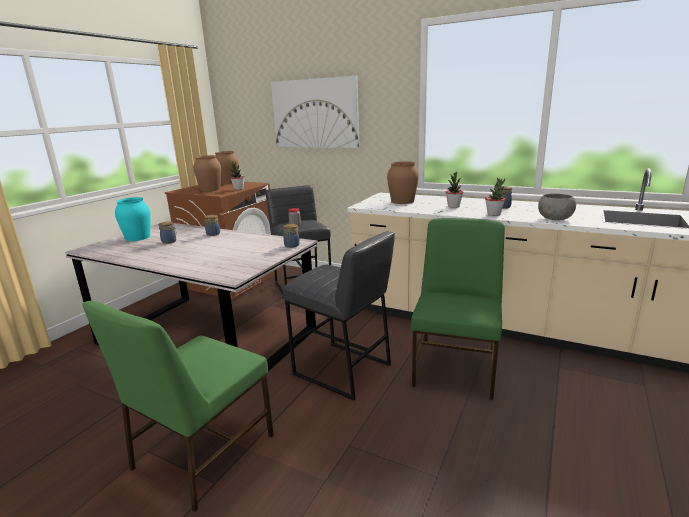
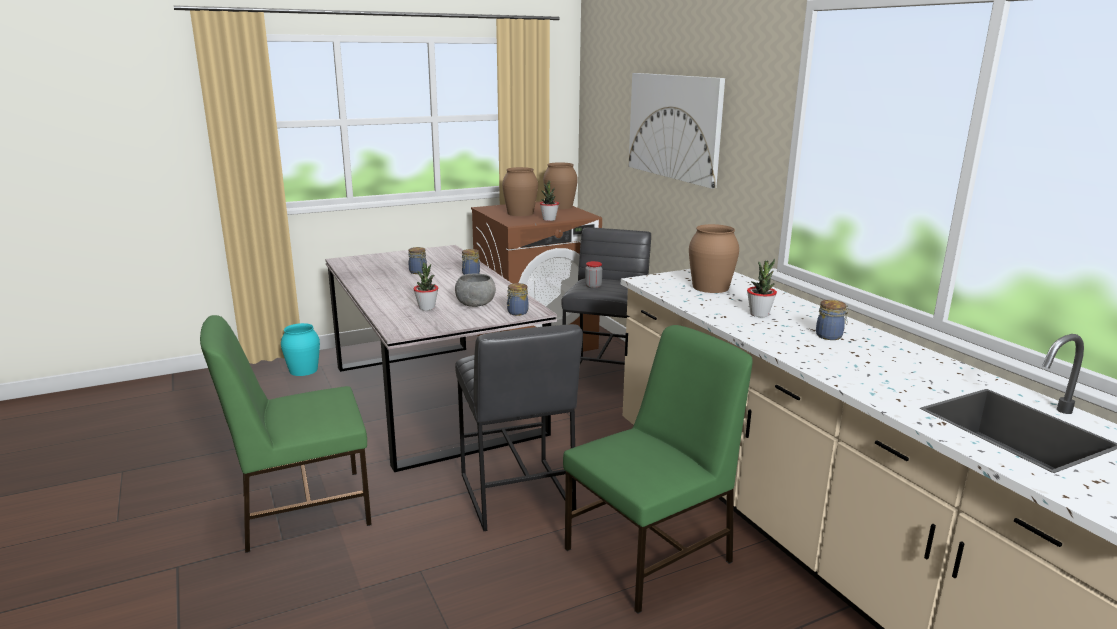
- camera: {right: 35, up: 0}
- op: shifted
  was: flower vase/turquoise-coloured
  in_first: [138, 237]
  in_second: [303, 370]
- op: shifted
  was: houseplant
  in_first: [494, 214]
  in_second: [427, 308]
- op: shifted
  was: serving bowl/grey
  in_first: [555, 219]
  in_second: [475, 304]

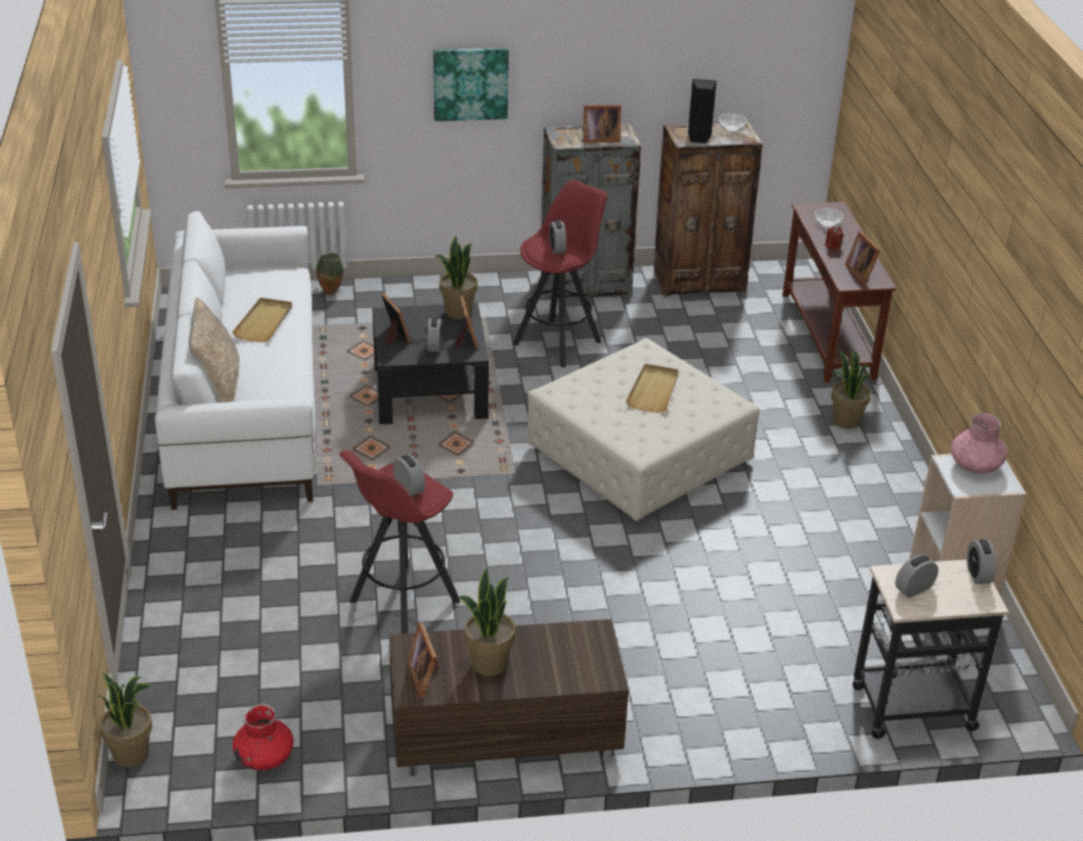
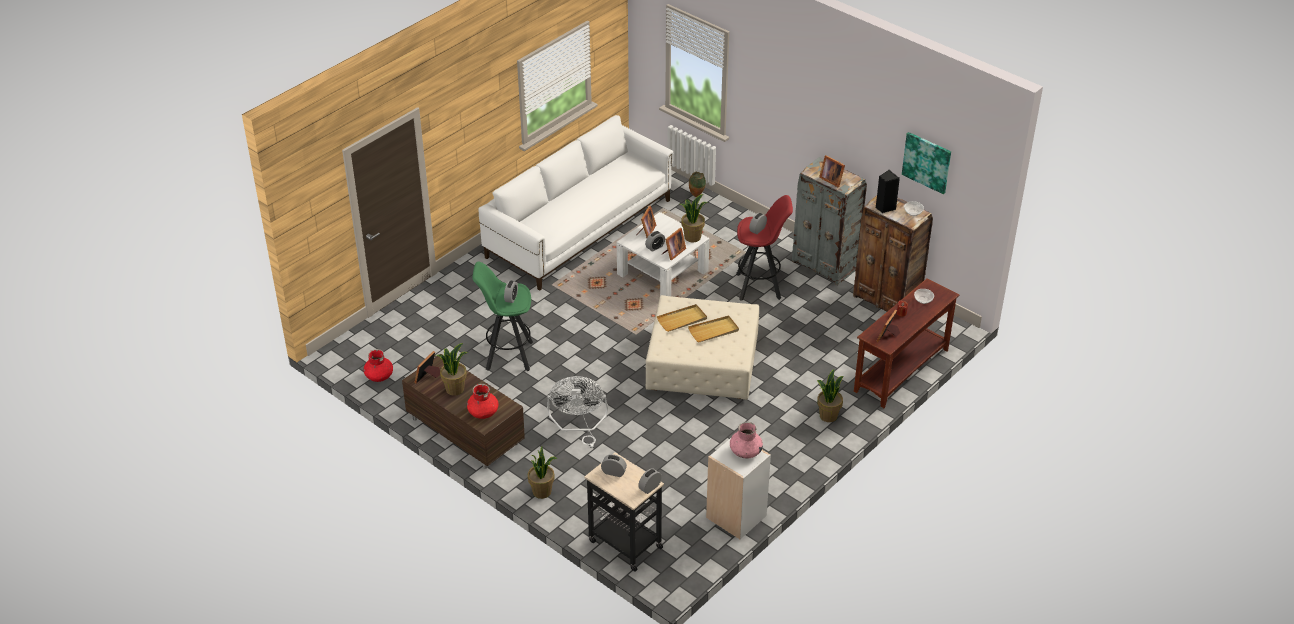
- camera: {right: 50, up: 5}
- op: gone
  was: cushion/sand-coloured
  in_first: [218, 389]
- op: new
  now: flower vase/reddish
  in_second: [483, 412]
- op: new
  now: cooling fan/white-coloured
  in_second: [579, 425]
- op: shifted
  was: houseplant
  in_first: [132, 754]
  in_second: [542, 492]
- op: shifted
  was: tray/sand-coloured
  in_first: [264, 322]
  in_second: [682, 320]
- op: shifted
  was: wall art
  in_first: [470, 83]
  in_second: [927, 162]
- op: repainted
  was: stool seat/reddish
  now: stool seat/green-coloured
  in_first: [401, 602]
  in_second: [507, 355]
- op: repainted
  was: low table/black-coloured
  now: low table/white-coloured
  in_first: [430, 391]
  in_second: [662, 272]

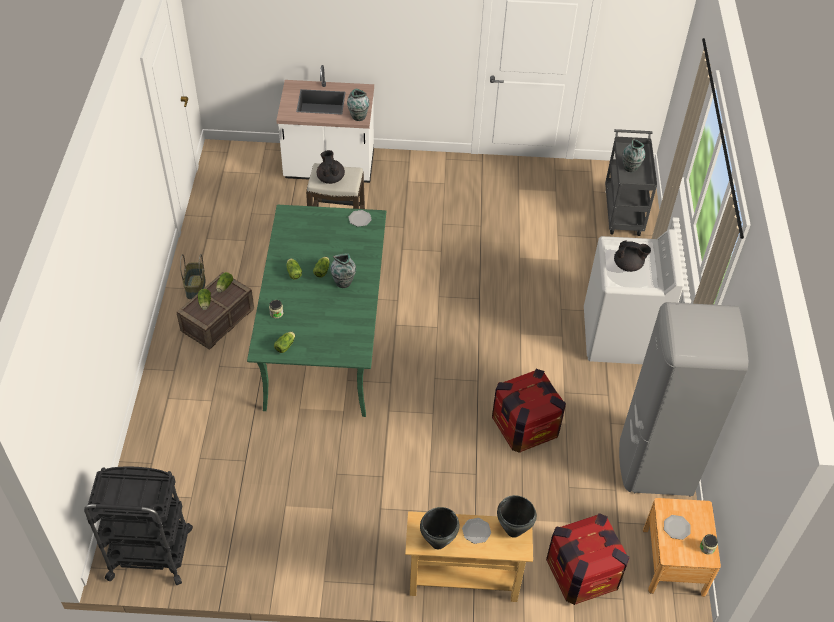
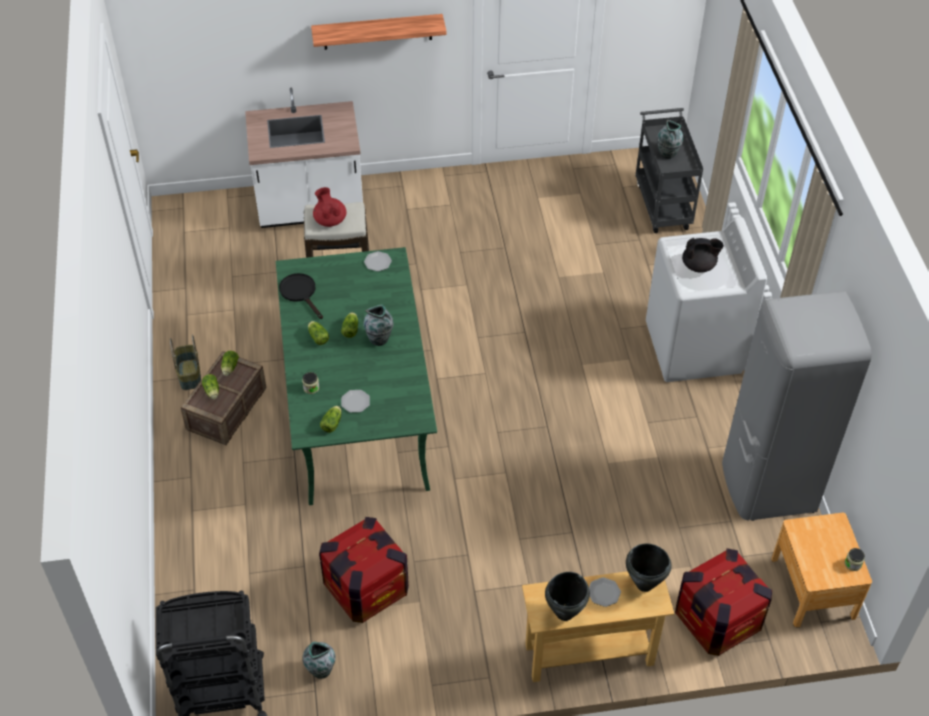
- camera: {right: -10, up: 0}
- op: new
  now: frying pan/black-coloured
  in_second: [300, 293]
- op: new
  now: bracket shelf
  in_second: [377, 31]
- op: shifted
  was: flower vase
  in_first: [358, 116]
  in_second: [320, 670]
- op: shifted
  was: packing crate
  in_first: [525, 427]
  in_second: [366, 588]
- op: shifted
  was: flat dish
  in_first: [676, 527]
  in_second: [355, 402]
- op: repainted
  was: pot for tea/black-coloured
  now: pot for tea/reddish
  in_first: [330, 178]
  in_second: [330, 220]

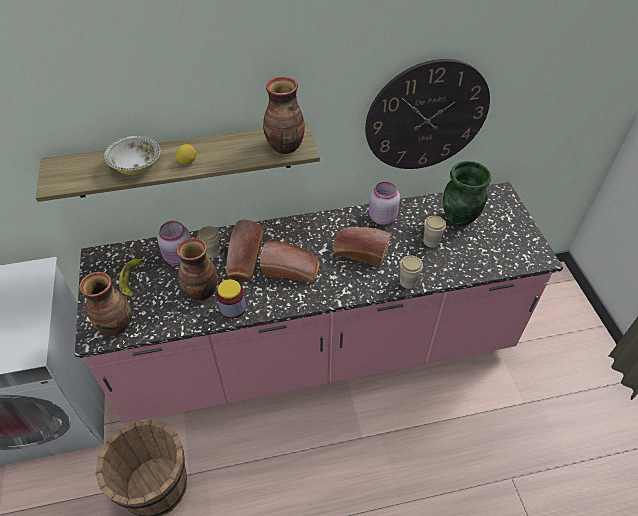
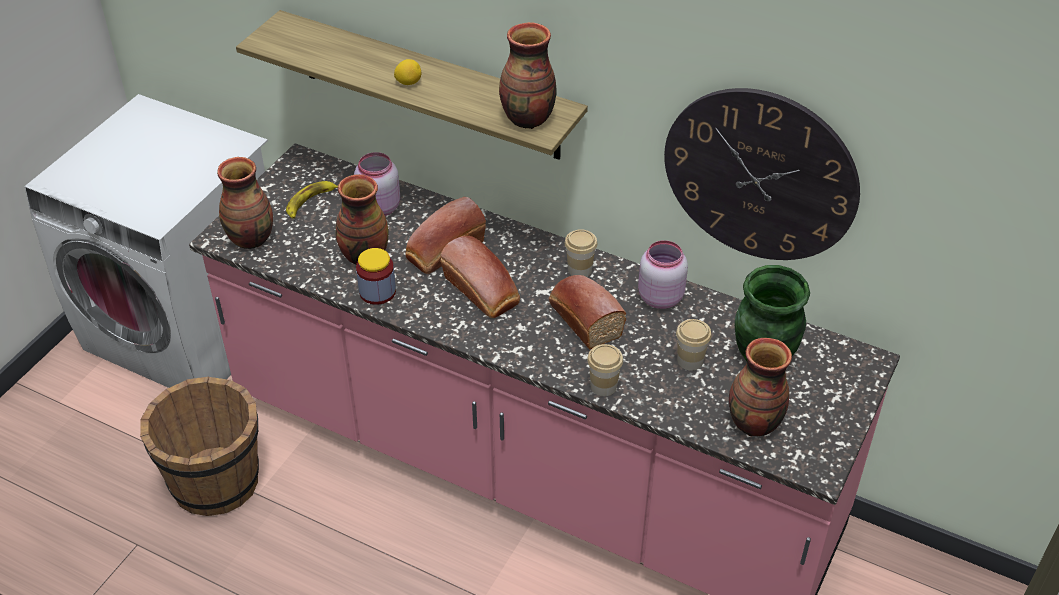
- camera: {right: 40, up: -5}
- op: gone
  was: serving bowl
  in_first: [136, 166]
- op: new
  now: flower vase
  in_second: [753, 423]
- op: shifted
  was: drinking cup
  in_first: [212, 252]
  in_second: [580, 269]

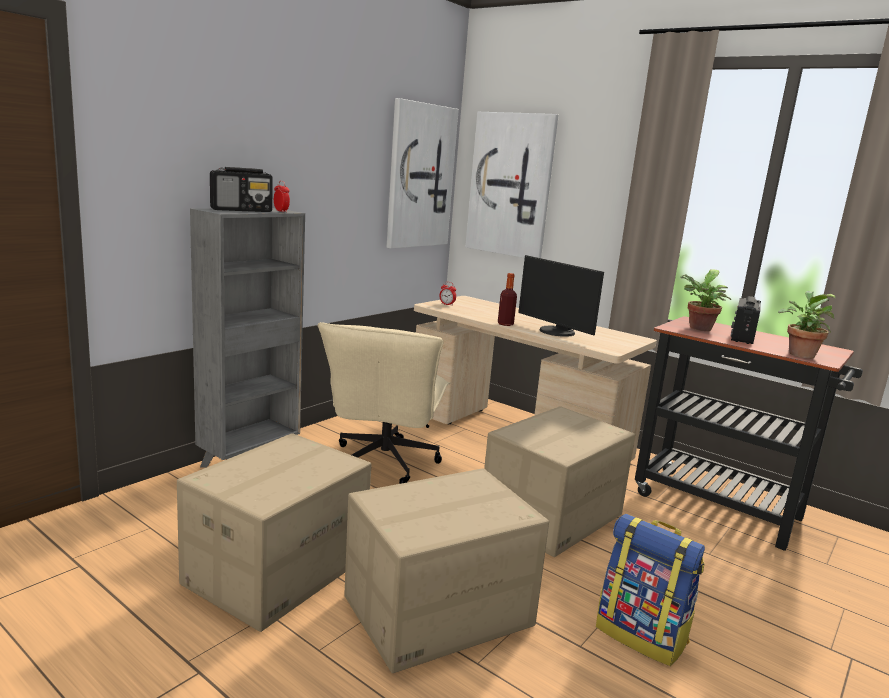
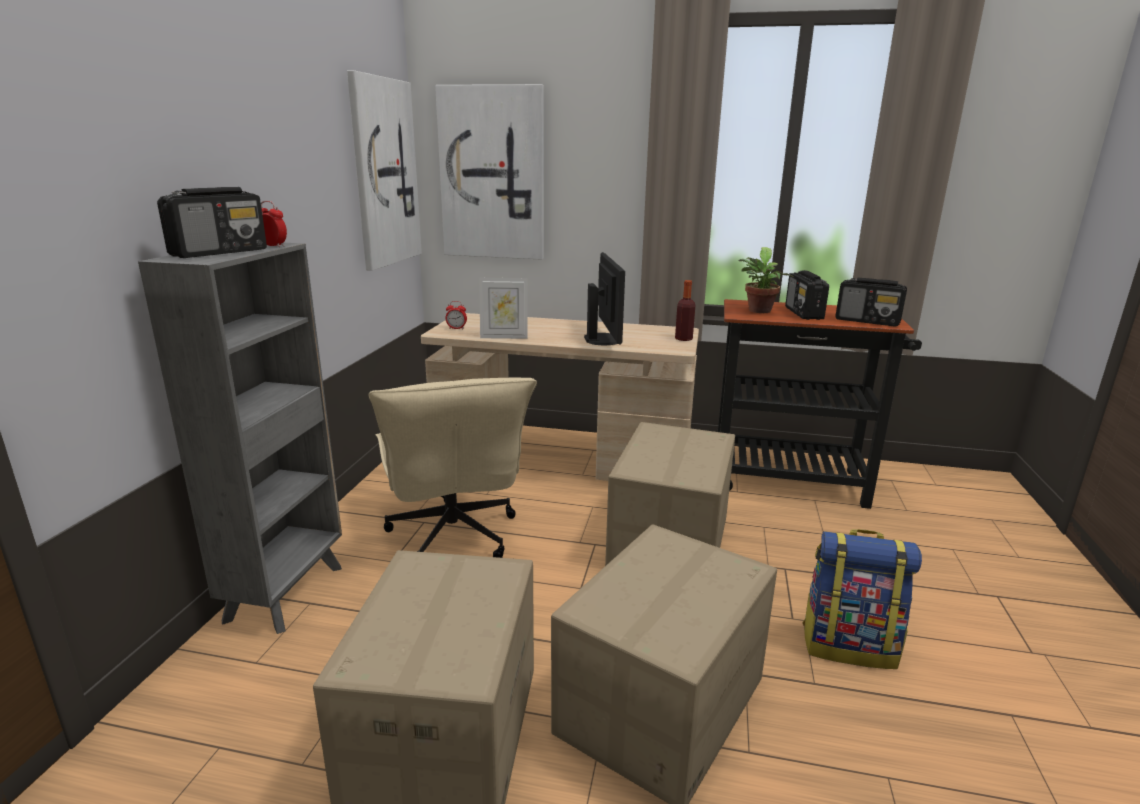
- camera: {right: -25, up: 5}
- op: new
  now: picture frame
  in_second: [504, 337]
- op: shifted
  was: bottle
  in_first: [505, 324]
  in_second: [683, 339]
- op: swapped
  was: houseplant
  now: radio receiver
  in_first: [799, 354]
  in_second: [867, 321]
- op: rotated
  was: monitor
  in_first: [555, 332]
  in_second: [605, 340]
  clockwise: -120

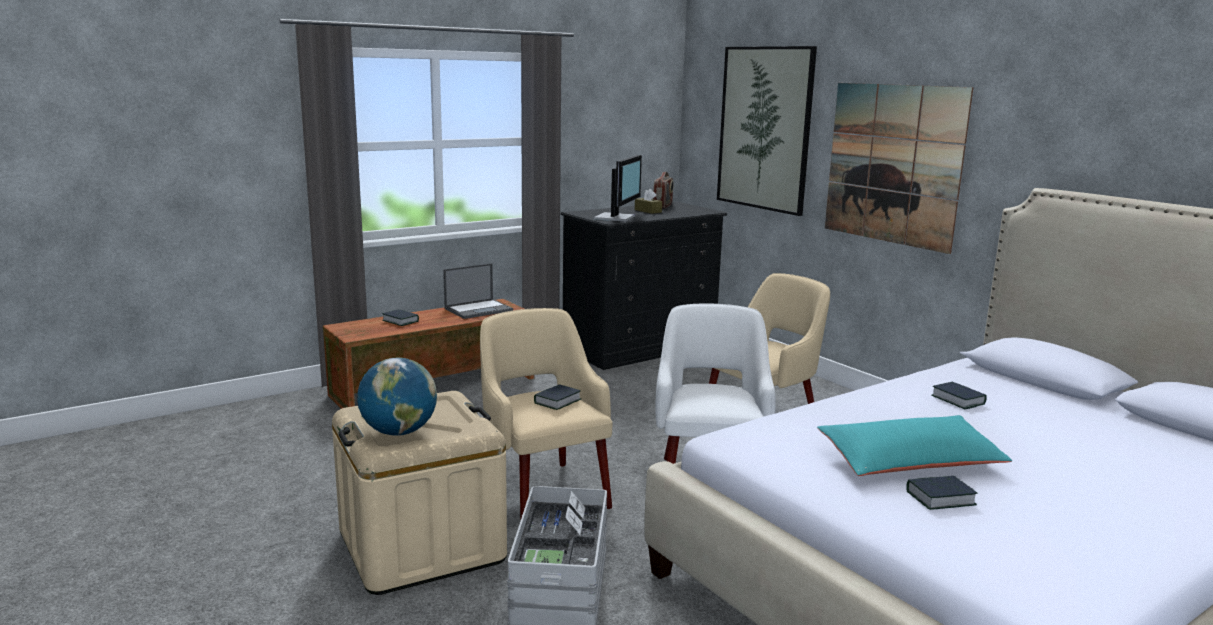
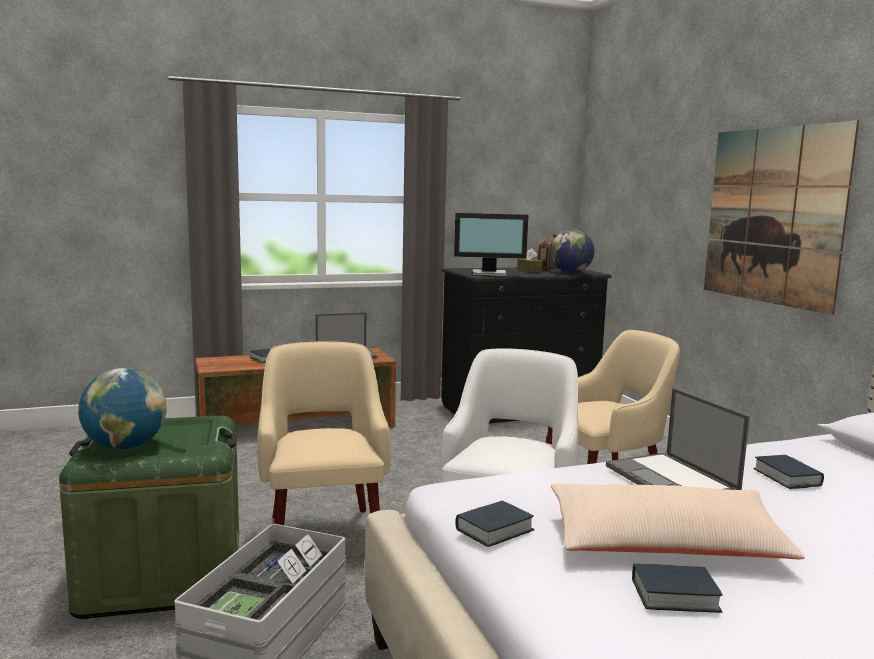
- camera: {right: 15, up: -5}
- op: gone
  was: wall art
  in_first: [764, 128]
- op: new
  now: desk globe
  in_second: [571, 273]
- op: new
  now: portable computer
  in_second: [672, 480]
- op: shifted
  was: volume
  in_first: [557, 401]
  in_second: [494, 530]
- op: repainted
  was: storage container/sand-coloured
  now: storage container/green-coloured
  in_first: [421, 546]
  in_second: [163, 574]
- op: repainted
  was: cushion/turquoise-coloured
  now: cushion/sand-coloured
  in_first: [910, 462]
  in_second: [665, 544]
- op: rotated
  was: monitor
  in_first: [616, 218]
  in_second: [489, 274]
  clockwise: 60

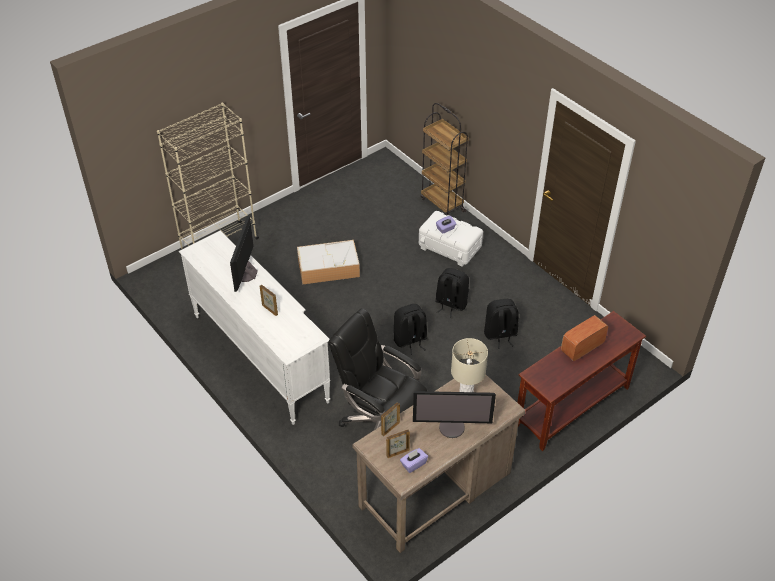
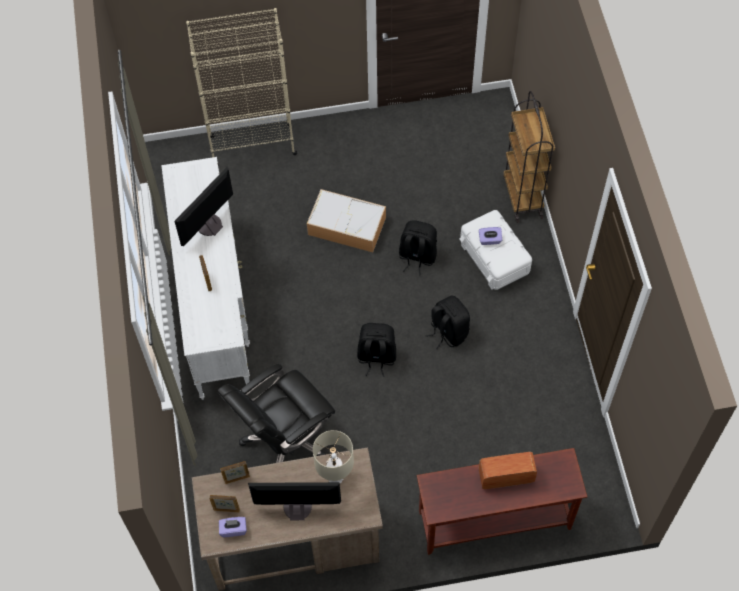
- camera: {right: 30, up: 15}
- op: shifted
  was: backpack/black-coloured
  in_first: [500, 335]
  in_second: [417, 256]
- op: rotated
  was: desk chair/black-coloured
  in_first: [380, 423]
  in_second: [286, 440]
  clockwise: -105
- op: rotated
  was: monitor
  in_first: [452, 427]
  in_second: [297, 507]
  clockwise: 150

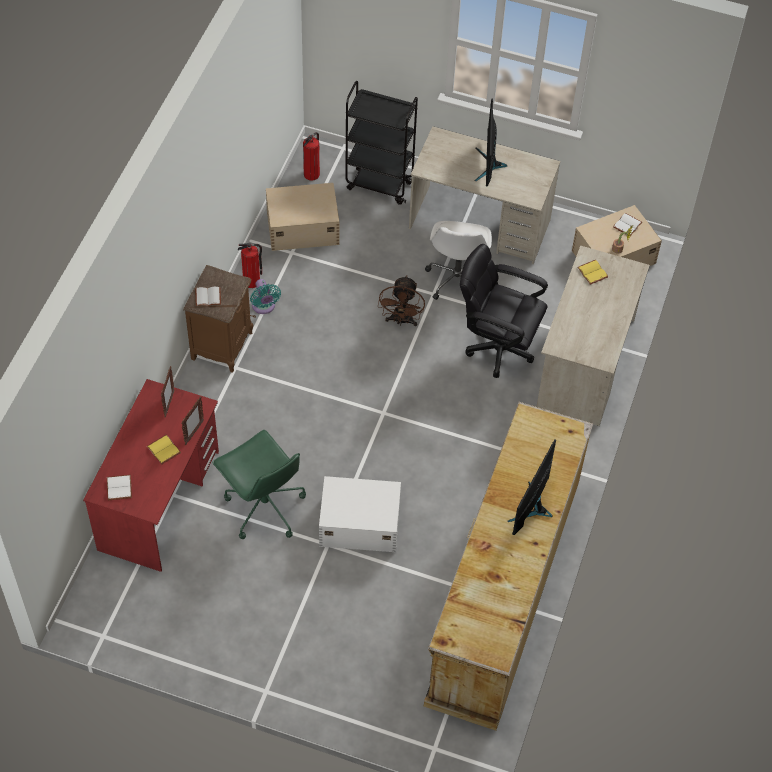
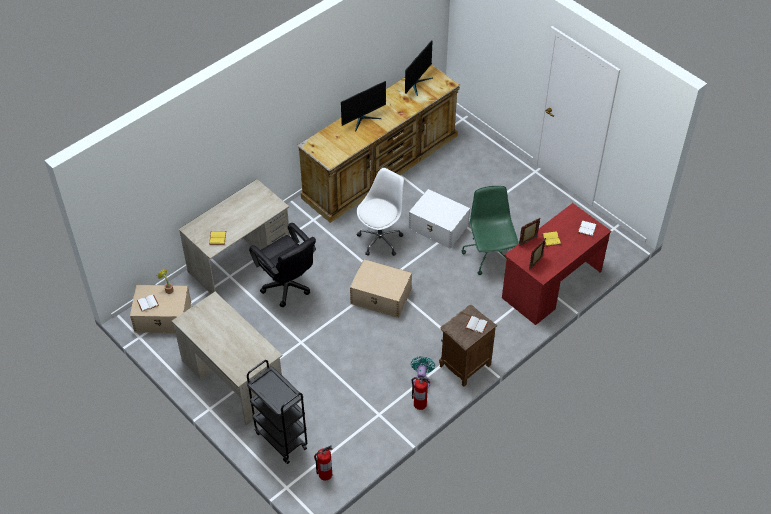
- camera: {right: -150, up: -5}
- op: gone
  was: cooling fan/brownish
  in_first: [401, 321]
- op: shifted
  was: storage container/sand-coloured
  in_first: [302, 228]
  in_second: [381, 297]
- op: shifted
  was: desk chair/white-coloured
  in_first: [456, 282]
  in_second: [380, 240]
- op: shifted
  was: monitor
  in_first: [488, 165]
  in_second: [417, 83]

